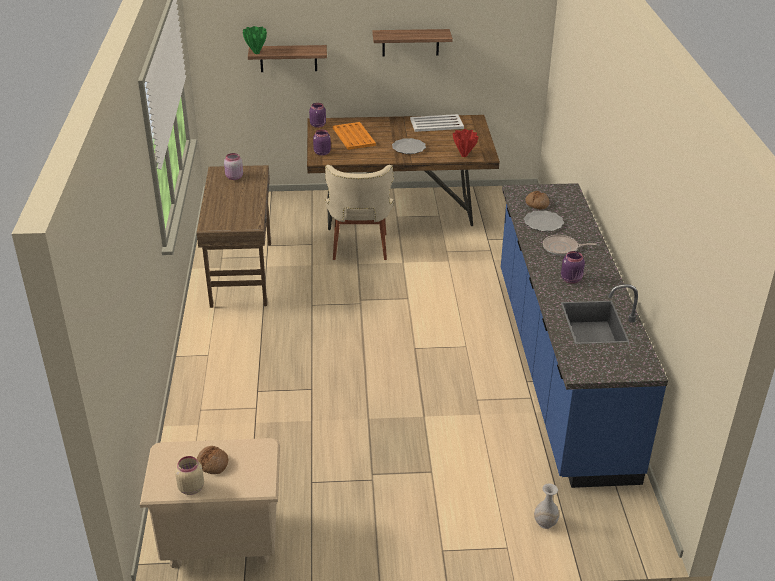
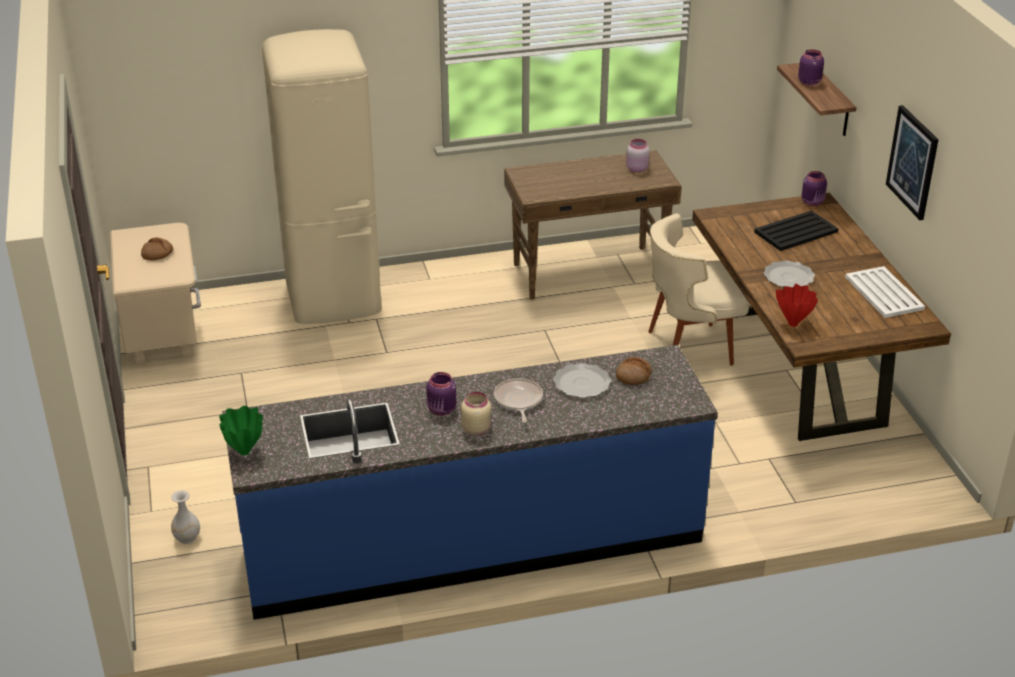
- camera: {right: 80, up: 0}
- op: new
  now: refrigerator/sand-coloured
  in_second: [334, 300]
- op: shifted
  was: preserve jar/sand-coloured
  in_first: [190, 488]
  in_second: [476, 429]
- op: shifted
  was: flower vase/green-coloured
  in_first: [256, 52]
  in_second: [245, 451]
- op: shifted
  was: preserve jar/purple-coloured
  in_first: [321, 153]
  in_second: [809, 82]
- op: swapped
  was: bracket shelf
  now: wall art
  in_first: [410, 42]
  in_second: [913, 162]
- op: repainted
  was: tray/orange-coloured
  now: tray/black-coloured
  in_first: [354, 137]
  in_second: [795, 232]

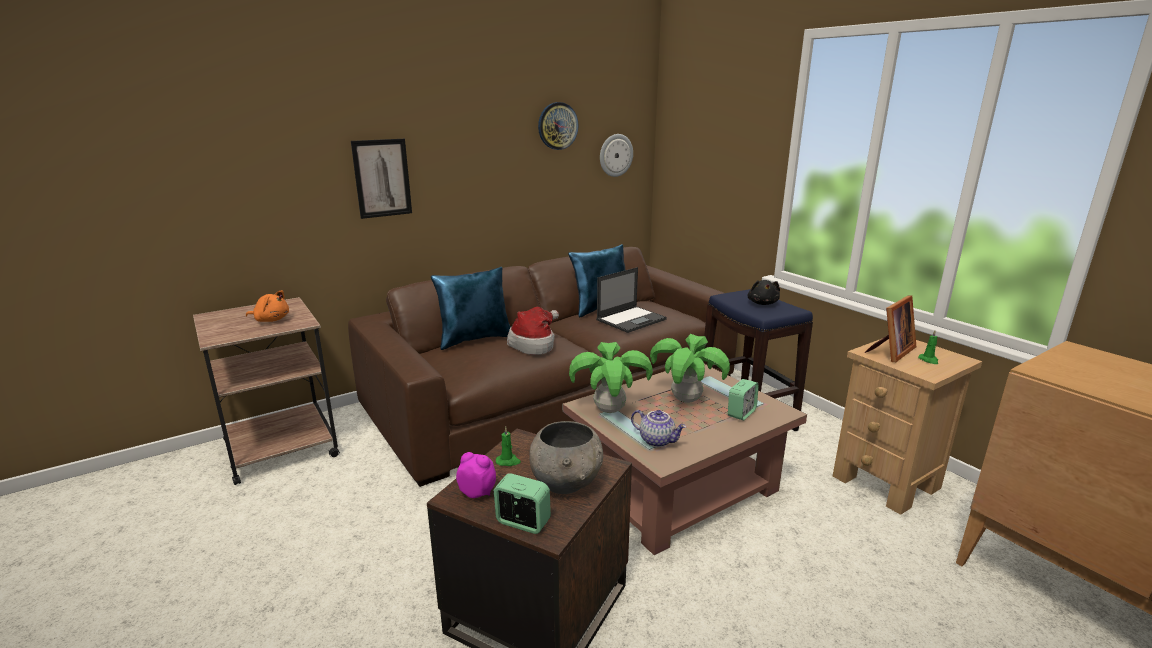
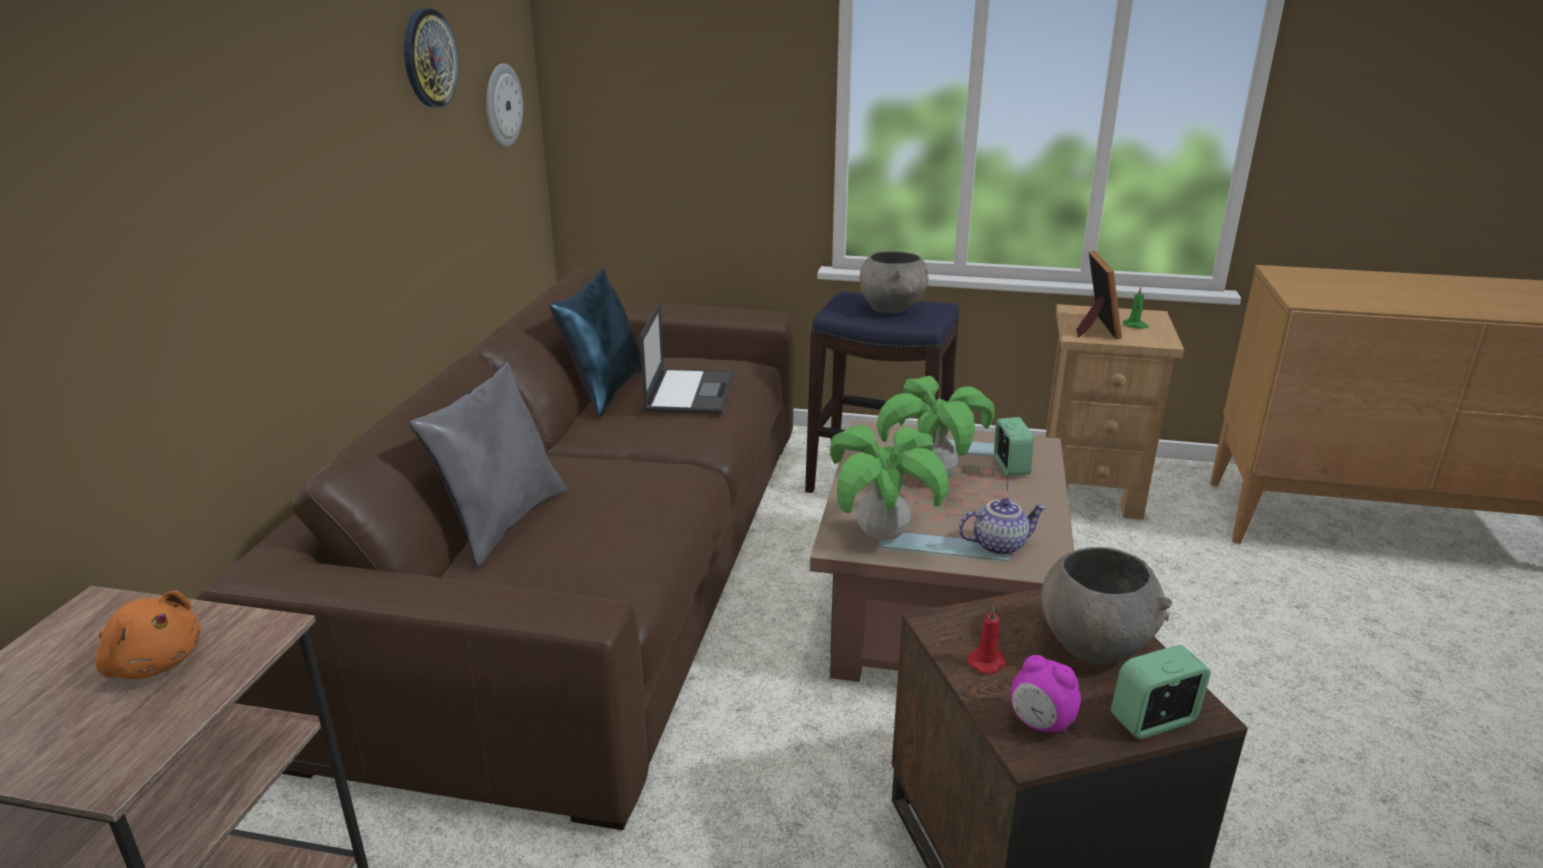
- camera: {right: -45, up: 5}
- op: gone
  was: wall art
  in_first: [382, 178]
- op: gone
  was: hat
  in_first: [534, 344]
- op: swapped
  was: cuddly toy/black-coloured
  now: serving bowl/grey
  in_first: [762, 303]
  in_second: [892, 309]
- op: repainted
  was: cushion/bluish
  now: cushion/grey
  in_first: [475, 339]
  in_second: [503, 521]
- op: repainted
  was: wax light/green-coloured
  now: wax light/reddish
  in_first: [508, 461]
  in_second: [987, 662]
- op: rotated
  was: cuddly toy/orange-coloured
  in_first: [271, 320]
  in_second: [153, 662]
  clockwise: 60
- op: rotated
  was: table clock
  in_first: [477, 492]
  in_second: [1040, 724]
  clockwise: -120

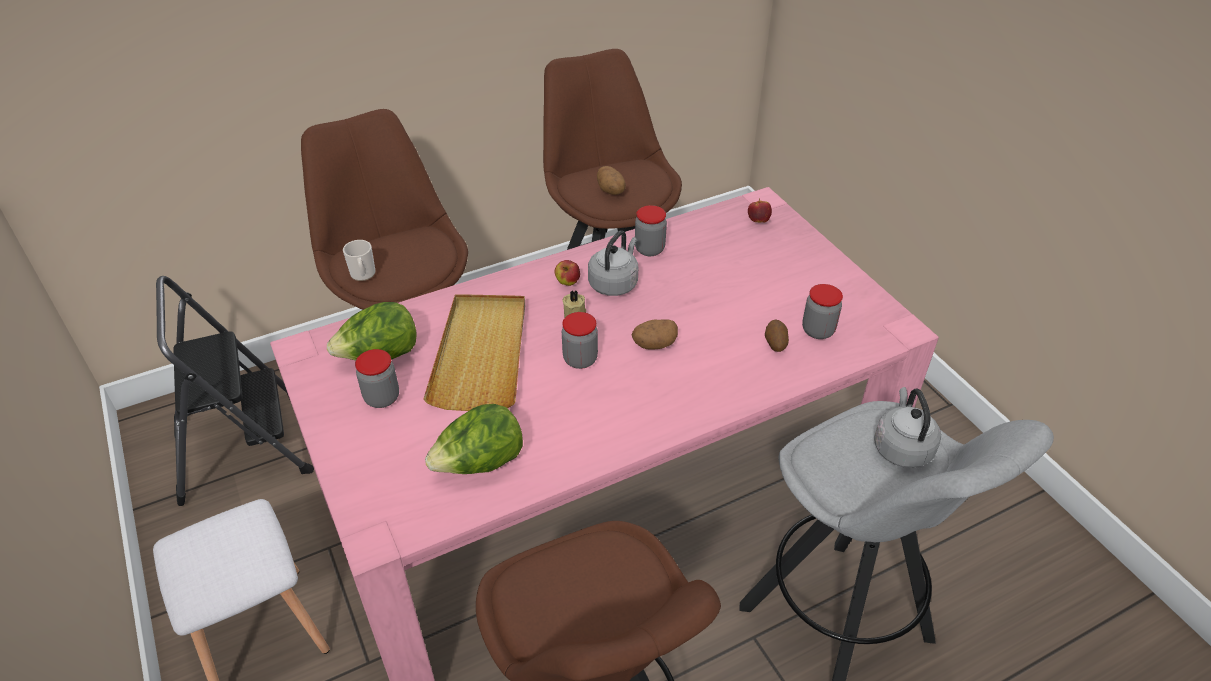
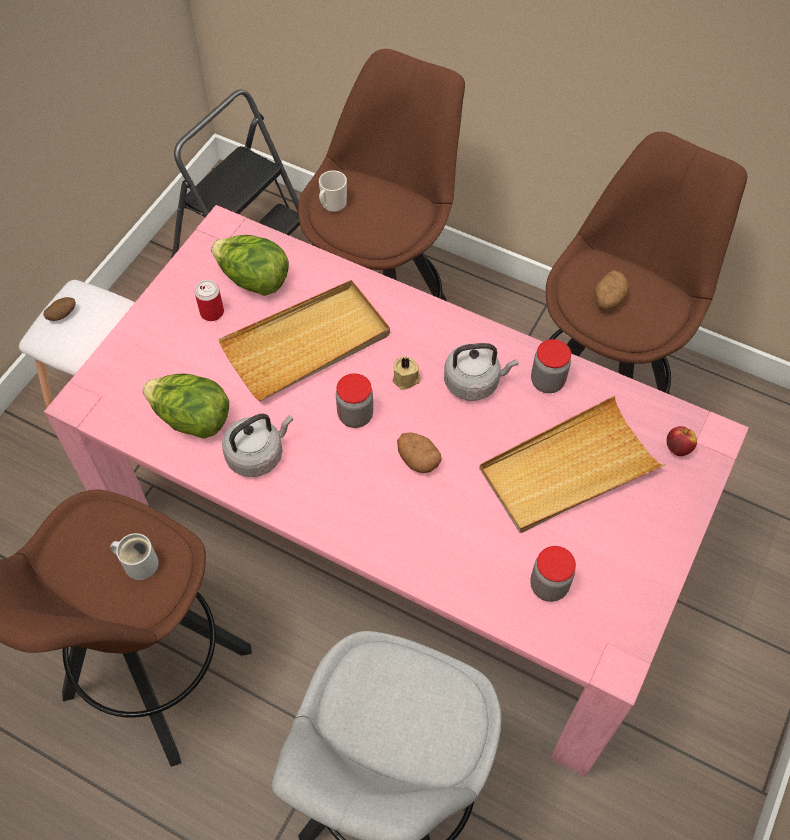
- camera: {right: 55, up: 15}
- op: gone
  was: apple
  in_first: [567, 282]
- op: new
  now: mug/white-coloured
  in_second: [138, 562]
- op: new
  now: tray/sand-coloured
  in_second: [568, 469]
- op: shifted
  was: spud
  in_first: [775, 344]
  in_second: [62, 315]
- op: shifted
  was: water kettle/grey
  in_first: [901, 447]
  in_second: [258, 454]
- op: swapped
  was: preserve jar
  now: can
  in_first: [382, 398]
  in_second: [212, 312]

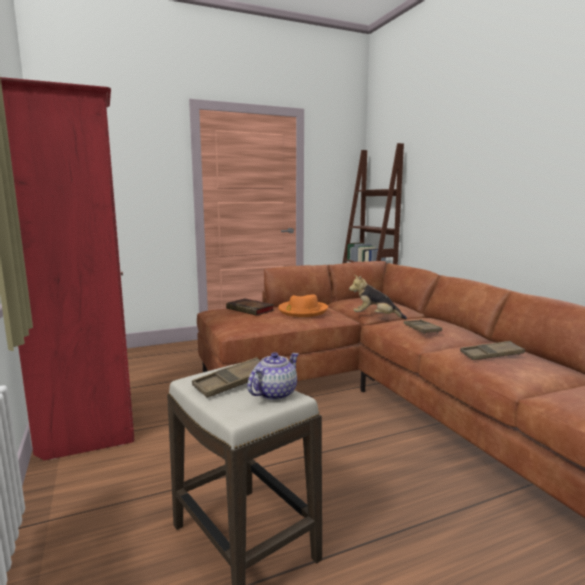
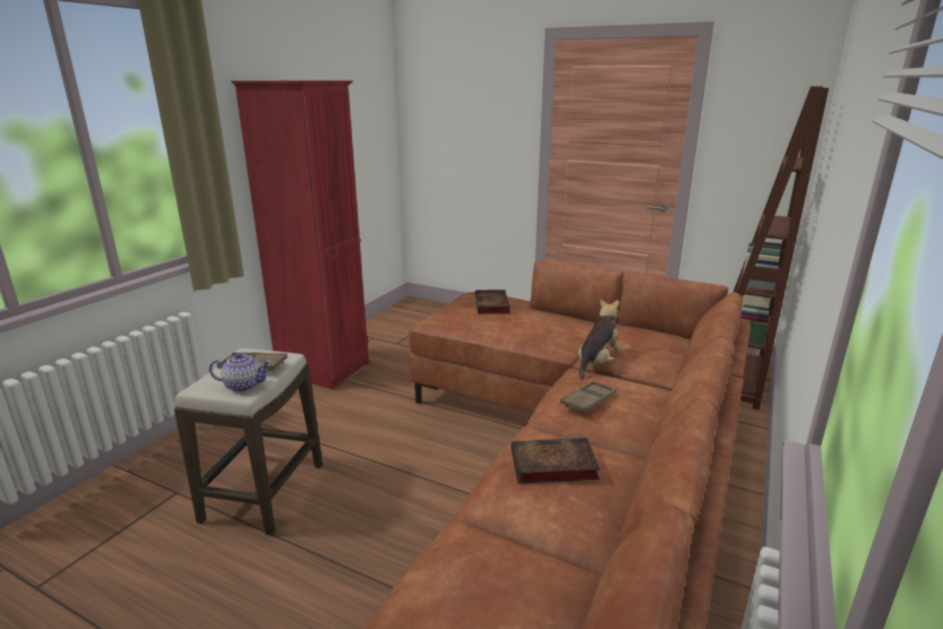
- camera: {right: 50, up: 10}
- op: gone
  was: hat/orange-coloured
  in_first: [302, 311]
- op: swapped
  was: tray/brownish
  now: volume
  in_first: [491, 355]
  in_second: [551, 465]
- op: rotated
  was: cuddly toy
  in_first: [375, 317]
  in_second: [597, 363]
  clockwise: 60

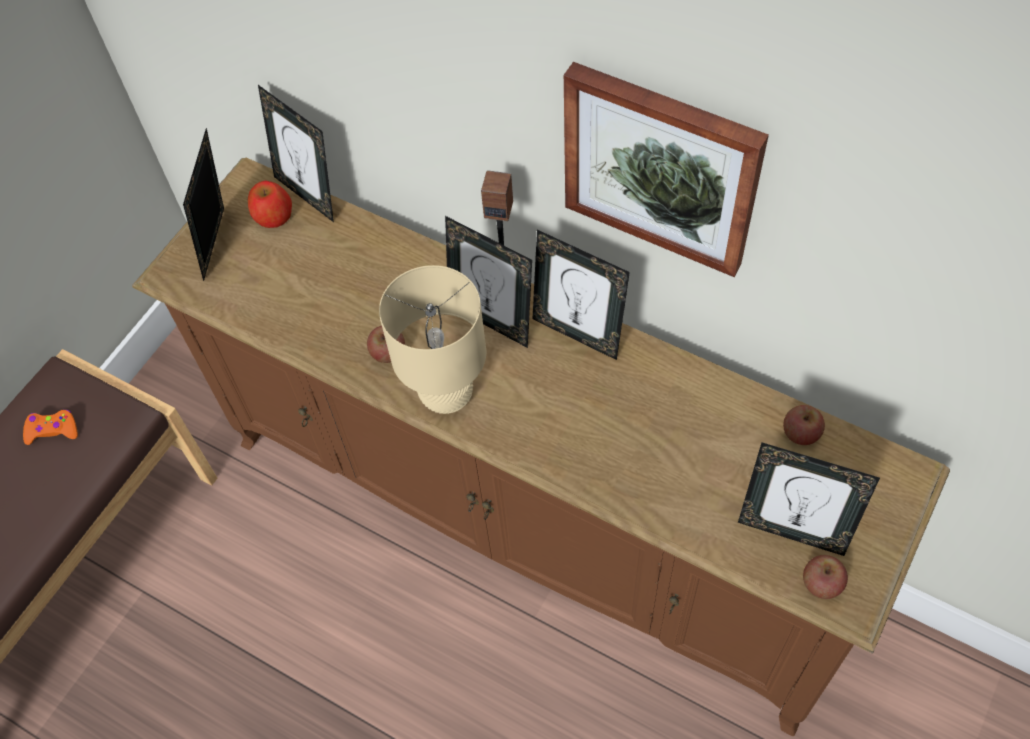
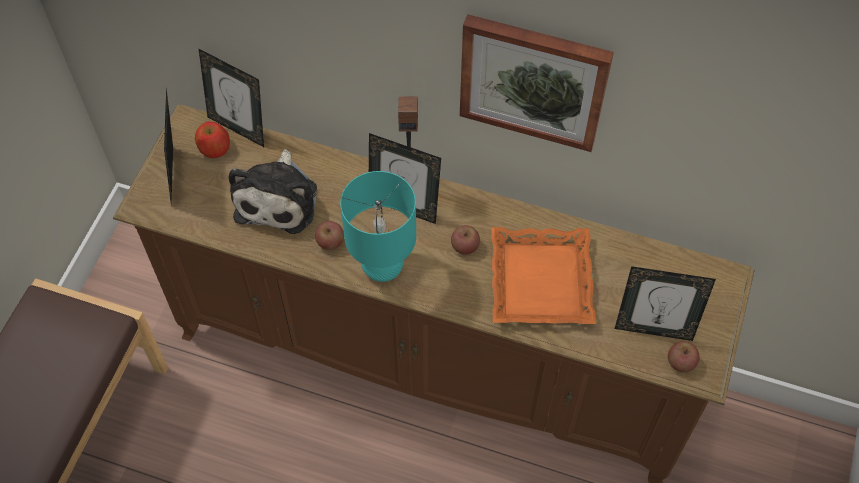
- camera: {right: -15, up: 0}
- op: gone
  was: gamepad/orange-coloured
  in_first: [52, 430]
- op: gone
  was: picture frame
  in_first: [578, 333]
- op: new
  now: cuddly toy
  in_second: [278, 198]
- op: new
  now: tray/orange-coloured
  in_second: [540, 281]
- op: shifted
  was: apple
  in_first: [801, 433]
  in_second: [465, 246]
- op: repainted
  was: lamp for a table/sand-coloured
  now: lamp for a table/turquoise-coloured
  in_first: [445, 393]
  in_second: [381, 266]

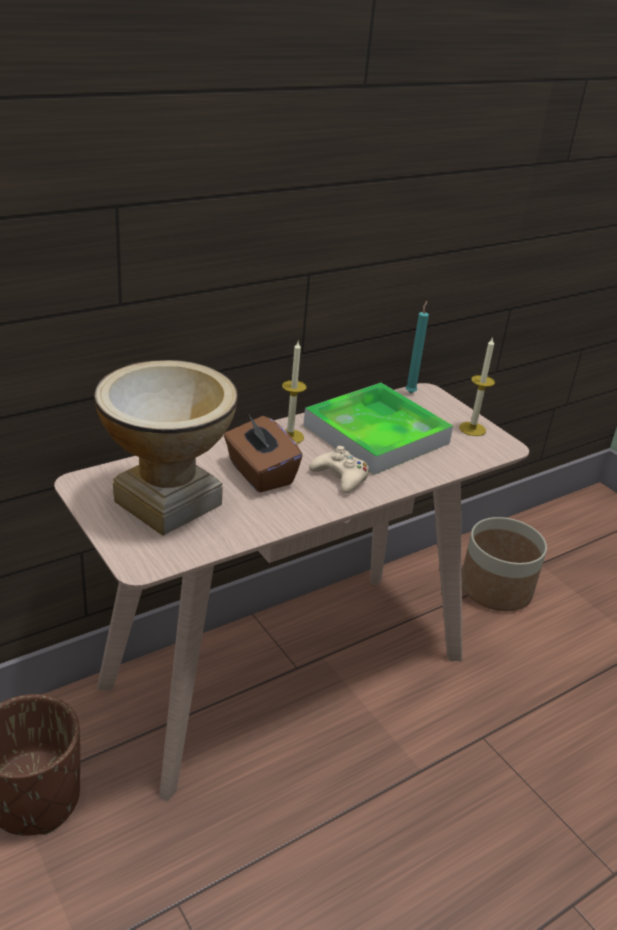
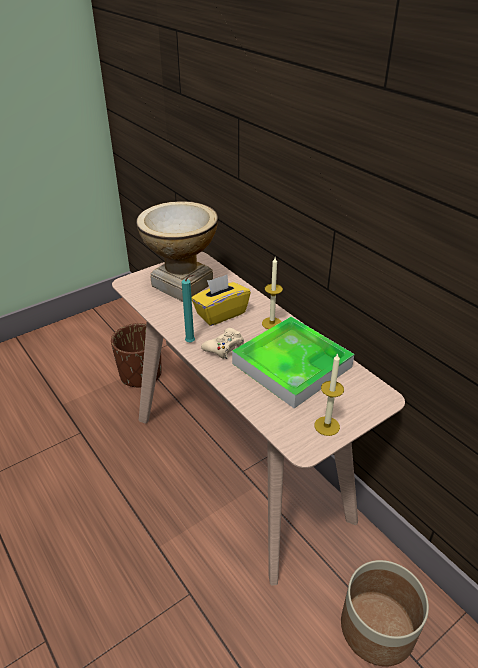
- camera: {right: 90, up: 5}
- op: shifted
  was: wax light/turquoise-coloured
  in_first: [411, 392]
  in_second: [191, 342]
- op: repainted
  was: tissue box/brownish
  now: tissue box/yellowish
  in_first: [259, 473]
  in_second: [220, 313]

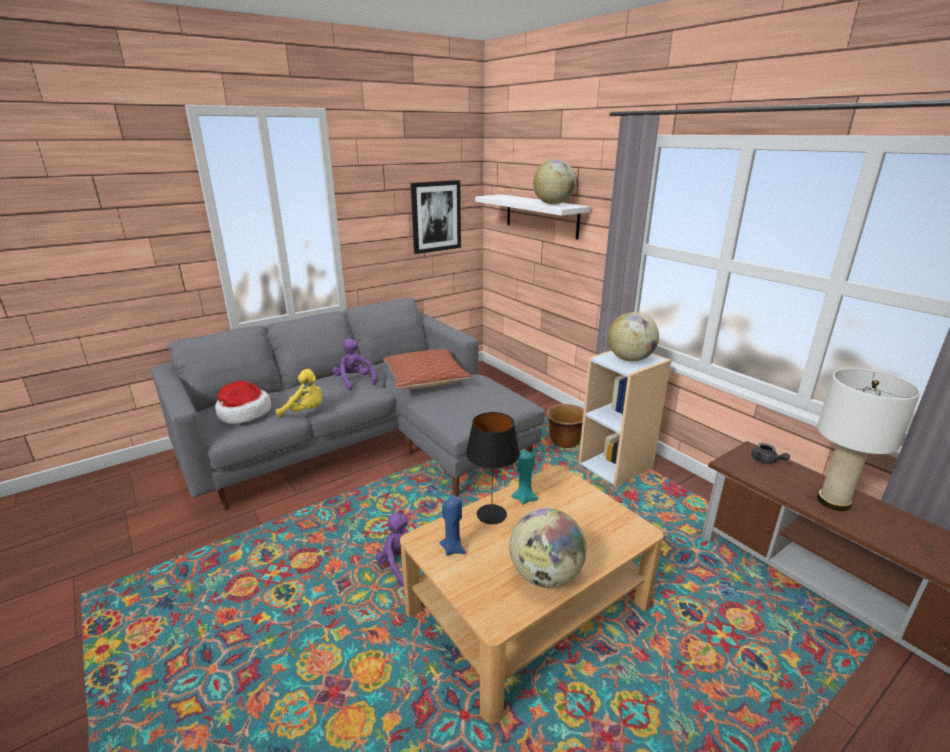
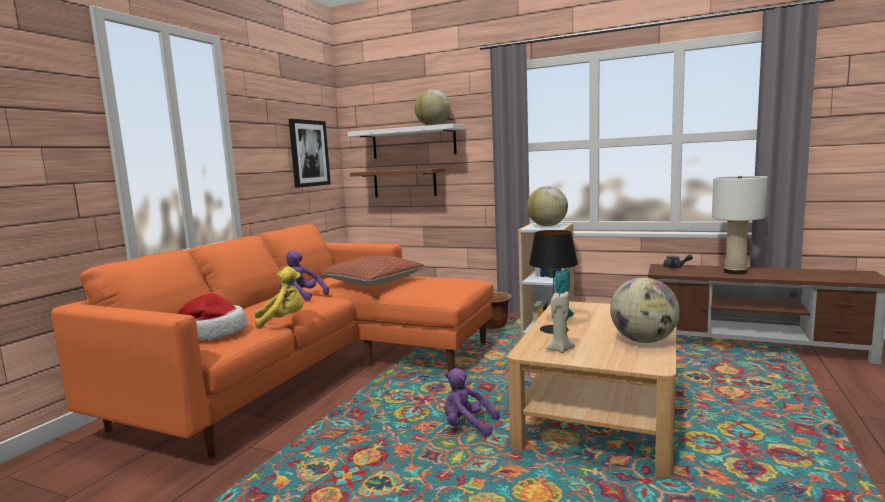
- camera: {right: -30, up: -15}
- op: new
  now: bracket shelf/brownish
  in_second: [404, 183]
- op: repainted
  was: couch/grey
  now: couch/orange-coloured
  in_first: [365, 445]
  in_second: [314, 372]
- op: repainted
  was: wax light/bluish
  now: wax light/sand-coloured
  in_first: [453, 549]
  in_second: [559, 349]

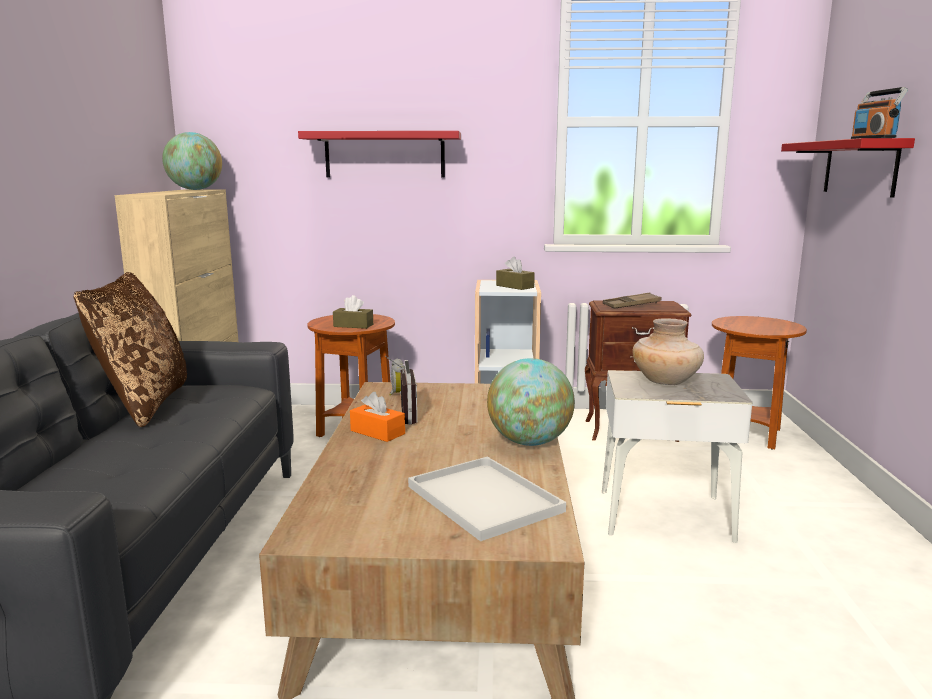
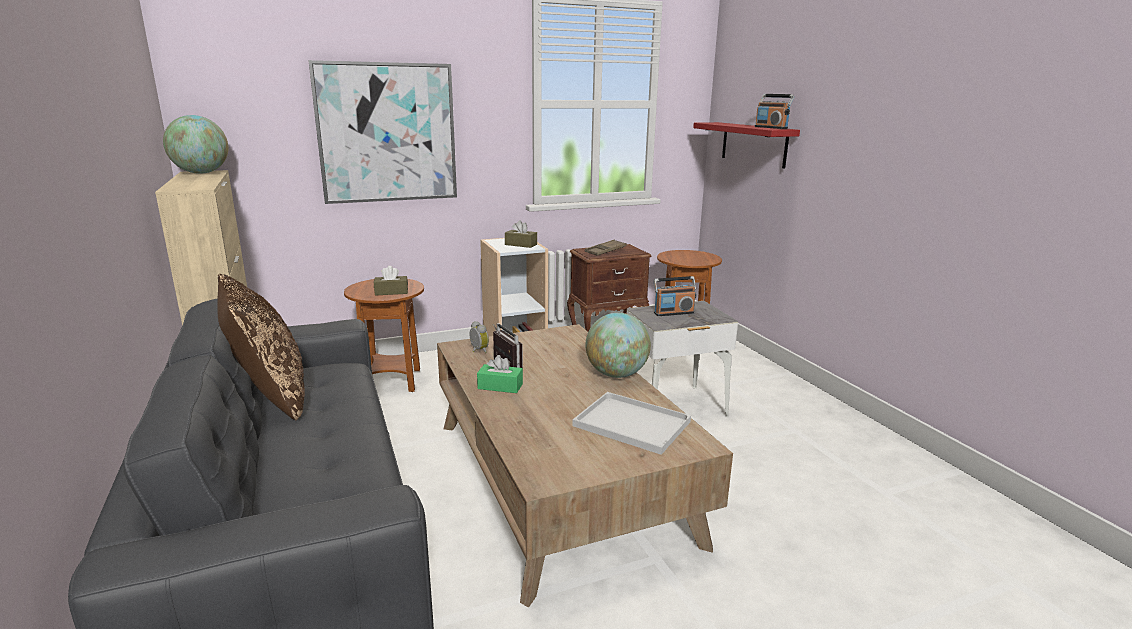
- camera: {right: -25, up: 5}
- op: swapped
  was: bracket shelf/reddish
  now: wall art
  in_first: [384, 155]
  in_second: [387, 133]
- op: swapped
  was: flower vase/sand-coloured
  now: radio receiver
  in_first: [666, 382]
  in_second: [673, 313]
- op: repainted
  was: tissue box/orange-coloured
  now: tissue box/green-coloured
  in_first: [377, 432]
  in_second: [500, 386]

